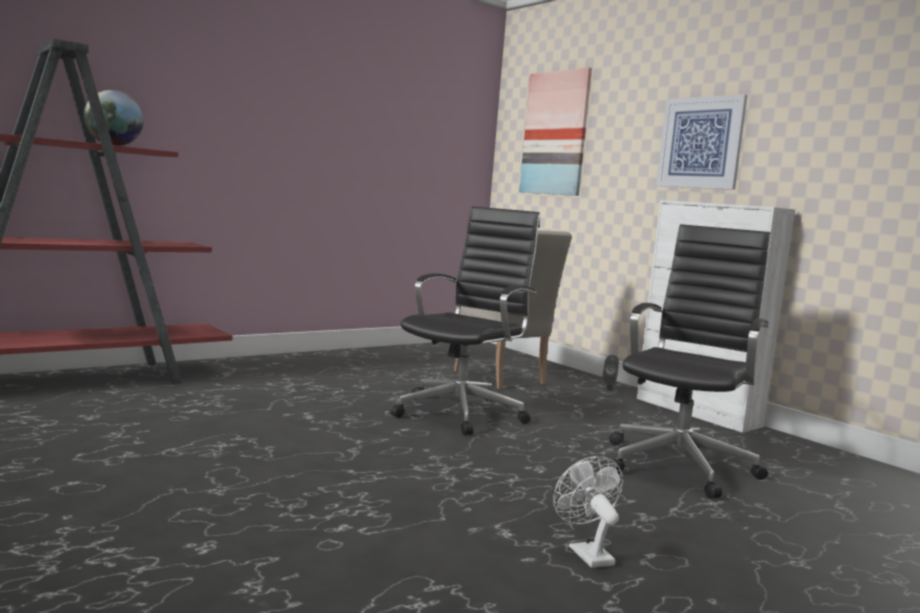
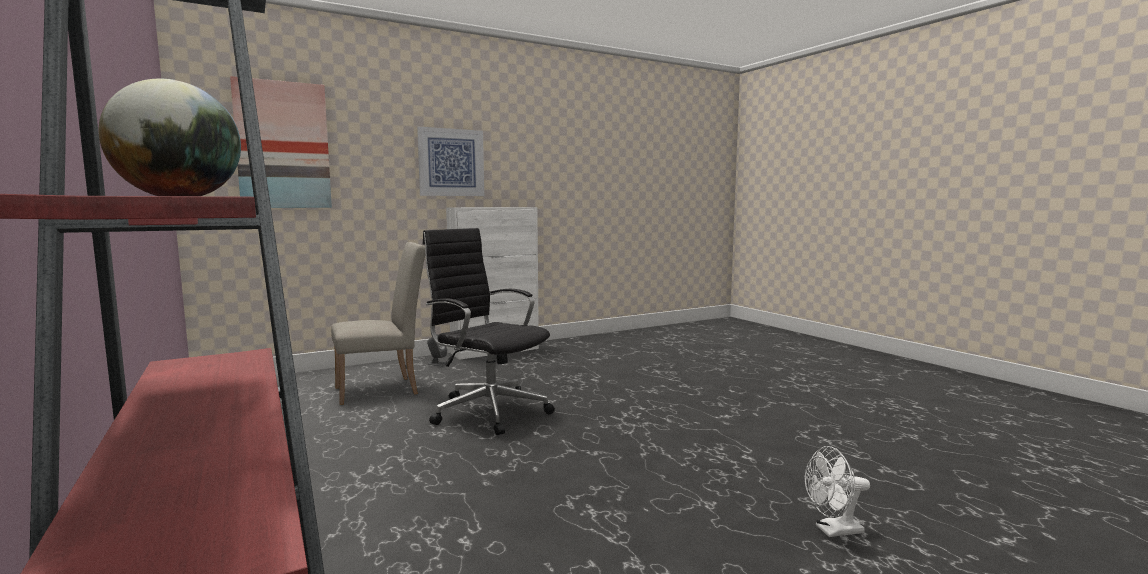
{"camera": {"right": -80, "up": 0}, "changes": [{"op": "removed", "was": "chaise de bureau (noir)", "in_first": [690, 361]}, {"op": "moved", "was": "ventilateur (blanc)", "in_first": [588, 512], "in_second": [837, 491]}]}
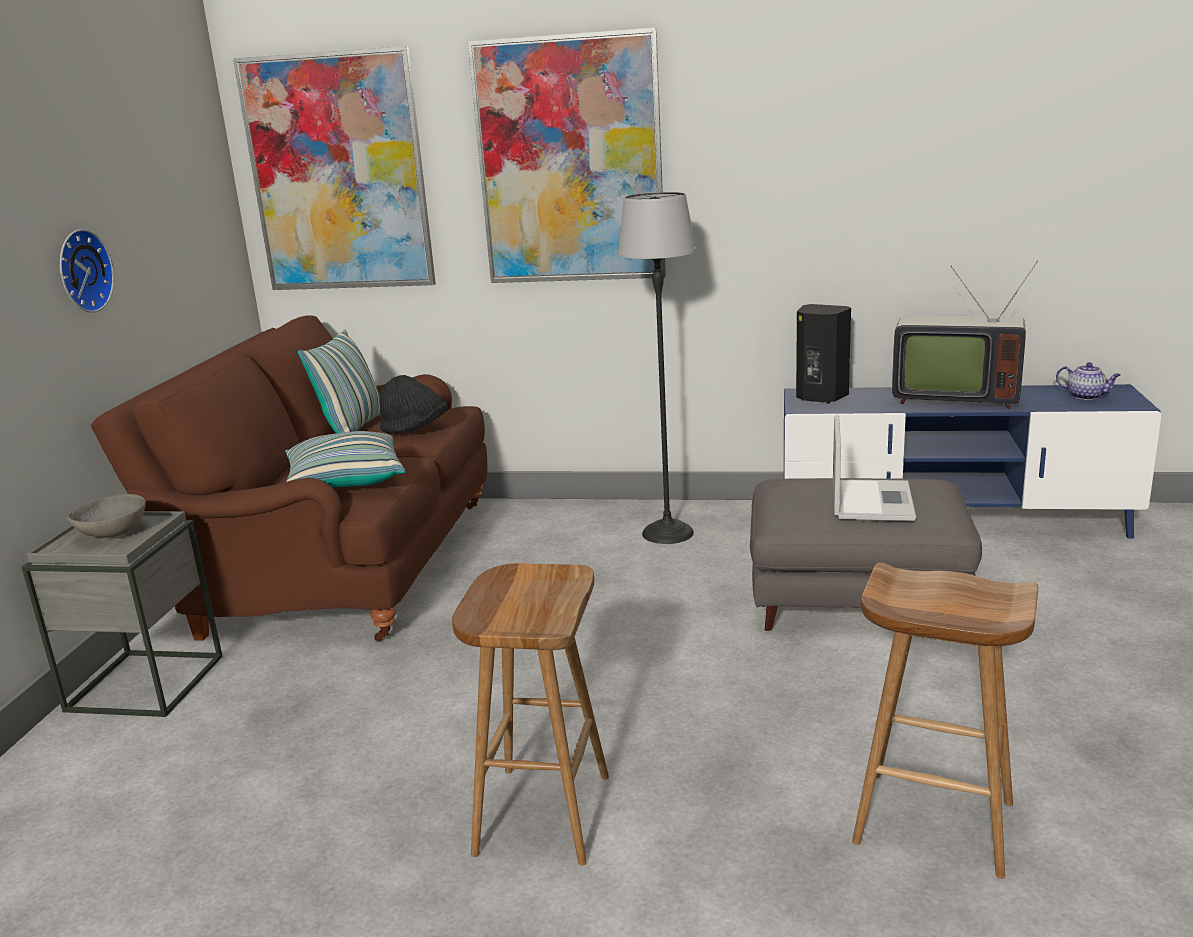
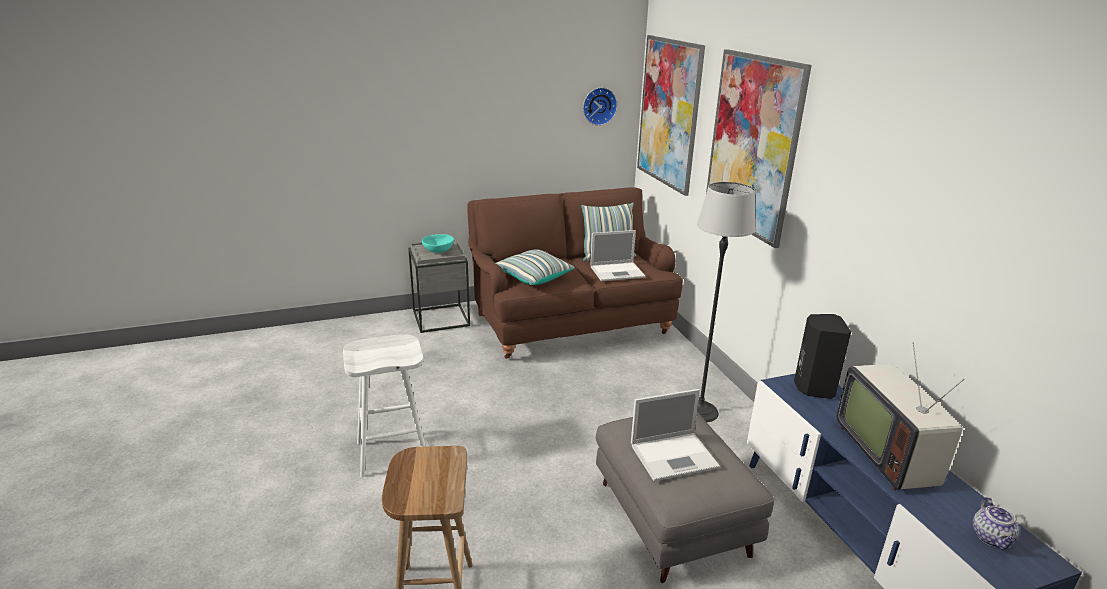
{"camera": {"right": 60, "up": 5}, "changes": [{"op": "moved", "was": "horloge murale", "in_first": [87, 271], "in_second": [600, 106]}, {"op": "replaced", "was": "chapeau (noir)", "now": "ordinateur portable", "in_first": [413, 404], "in_second": [618, 255]}, {"op": "recoloured", "was": "bol (gris)", "now": "bol (turquoise)", "in_first": [106, 516], "in_second": [438, 243]}, {"op": "recoloured", "was": "tabouret (marron)", "now": "tabouret (blanc)", "in_first": [530, 714], "in_second": [384, 405]}]}
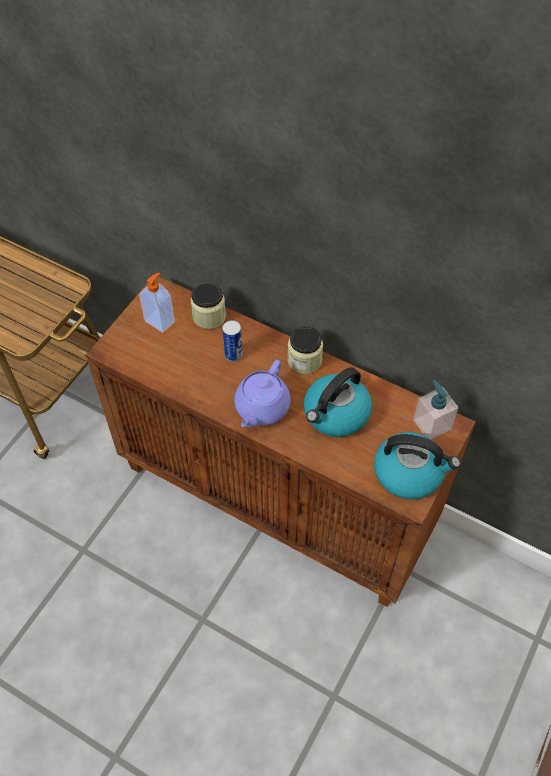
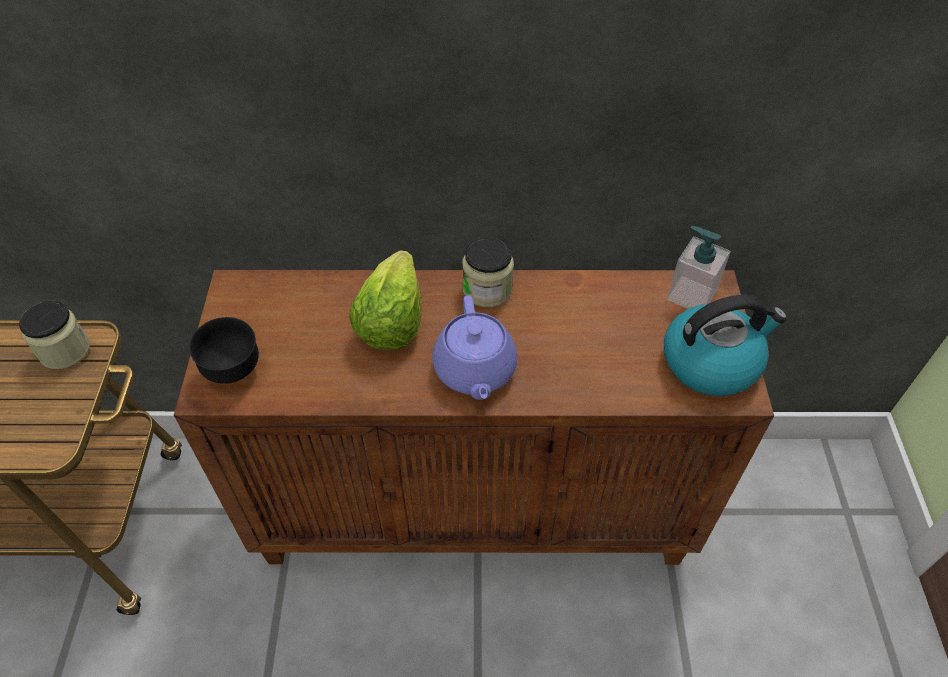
{"camera": {"right": -30, "up": -5}, "changes": [{"op": "removed", "was": "distributeur de savon", "in_first": [157, 303]}, {"op": "removed", "was": "bouilloire", "in_first": [338, 402]}, {"op": "added", "now": "bol (noir)", "in_second": [224, 350]}, {"op": "moved", "was": "bocal", "in_first": [208, 306], "in_second": [54, 335]}, {"op": "replaced", "was": "boîte métallique", "now": "laitue", "in_first": [232, 341], "in_second": [385, 300]}]}
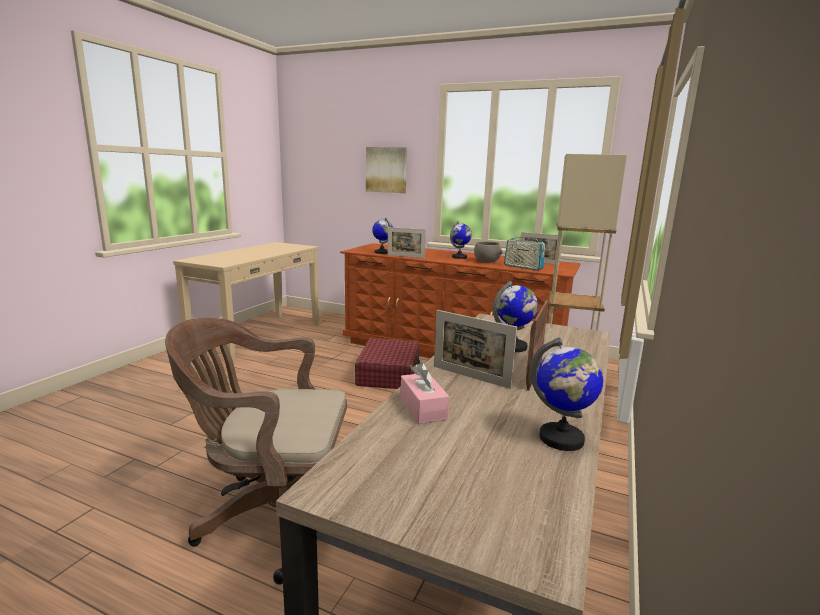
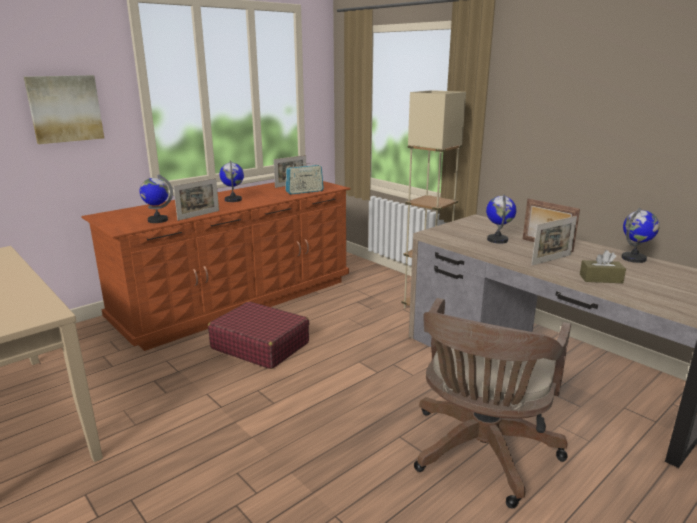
{"camera": {"right": -65, "up": 5}, "changes": [{"op": "removed", "was": "bol (gris)", "in_first": [488, 252]}, {"op": "recoloured", "was": "boîte à mouchoirs (rose)", "now": "boîte à mouchoirs (marron)", "in_first": [425, 393], "in_second": [603, 266]}]}
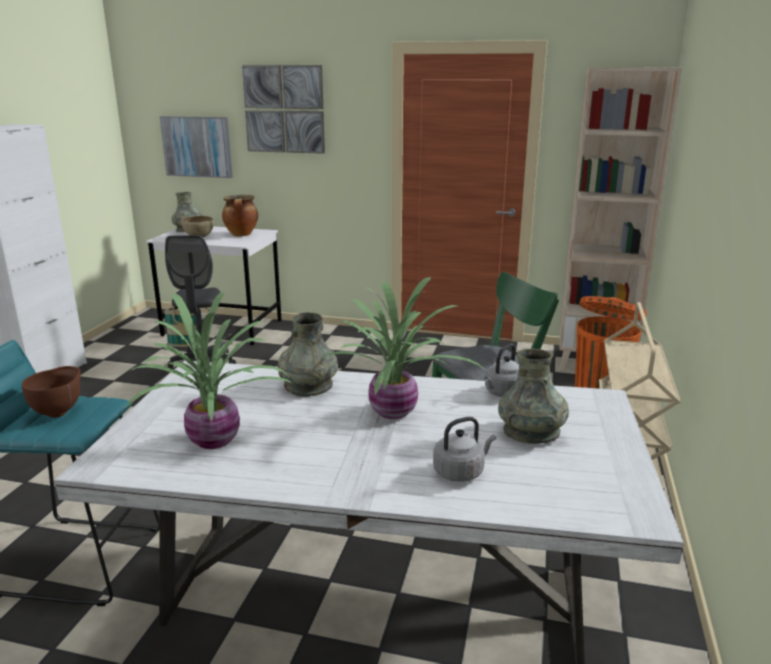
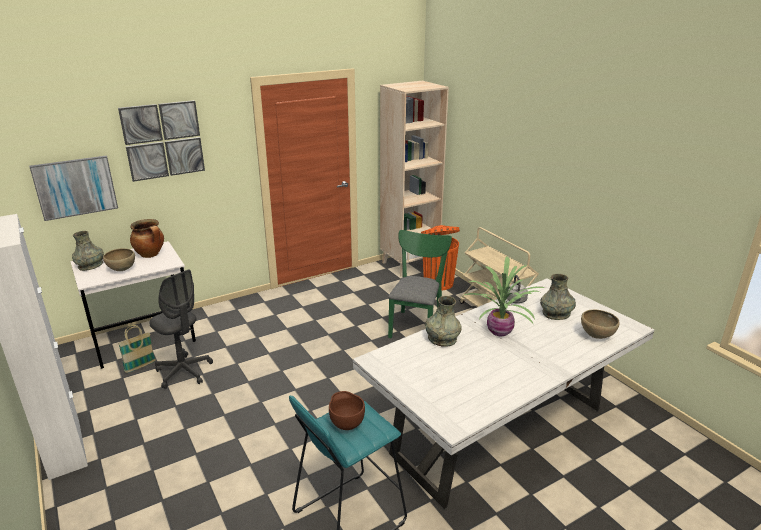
{"camera": {"right": -45, "up": 5}, "changes": [{"op": "removed", "was": "plante en pot", "in_first": [208, 370]}, {"op": "removed", "was": "bouilloire (gris)", "in_first": [464, 449]}, {"op": "added", "now": "bol (marron)", "in_second": [600, 324]}]}
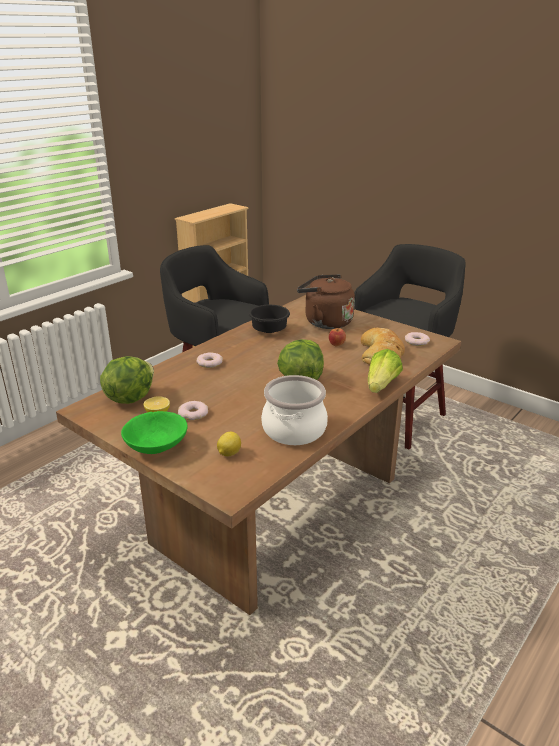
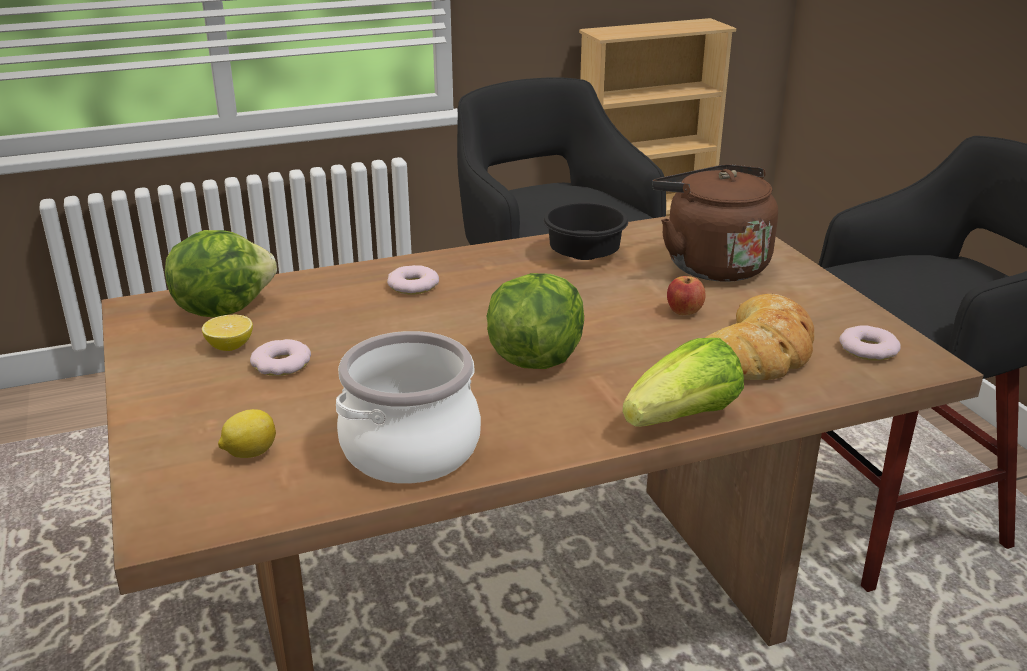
{"camera": {"right": 30, "up": 0}, "changes": [{"op": "removed", "was": "bol (vert)", "in_first": [154, 432]}]}
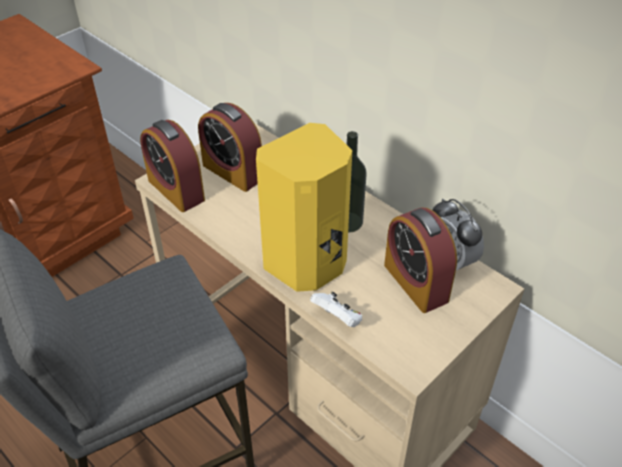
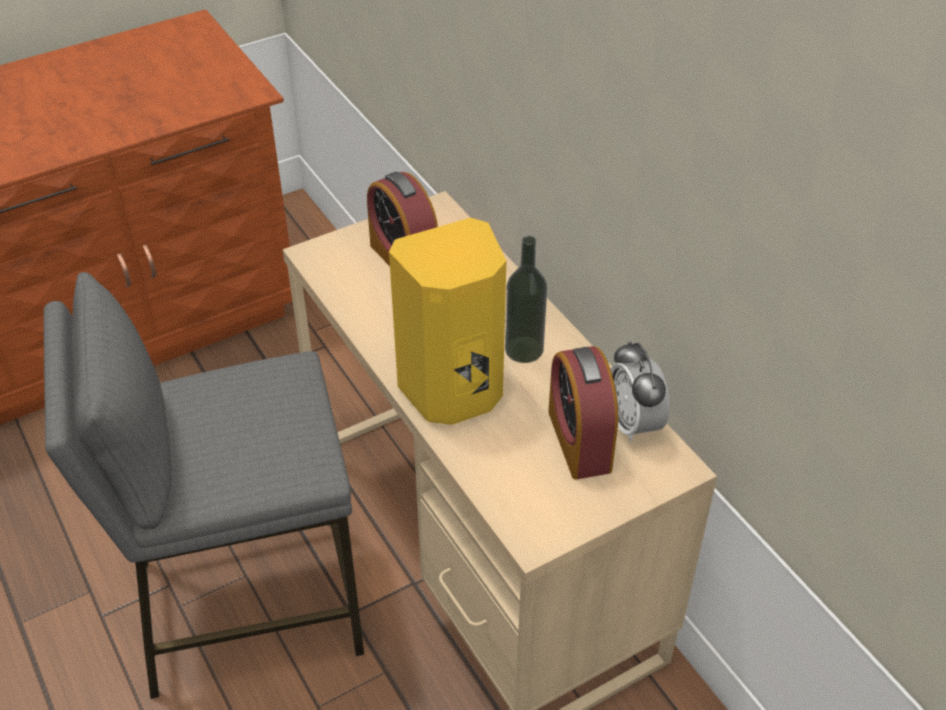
{"camera": {"right": 15, "up": 0}, "changes": [{"op": "removed", "was": "réveil", "in_first": [172, 166]}, {"op": "removed", "was": "manette (blanc)", "in_first": [336, 309]}]}
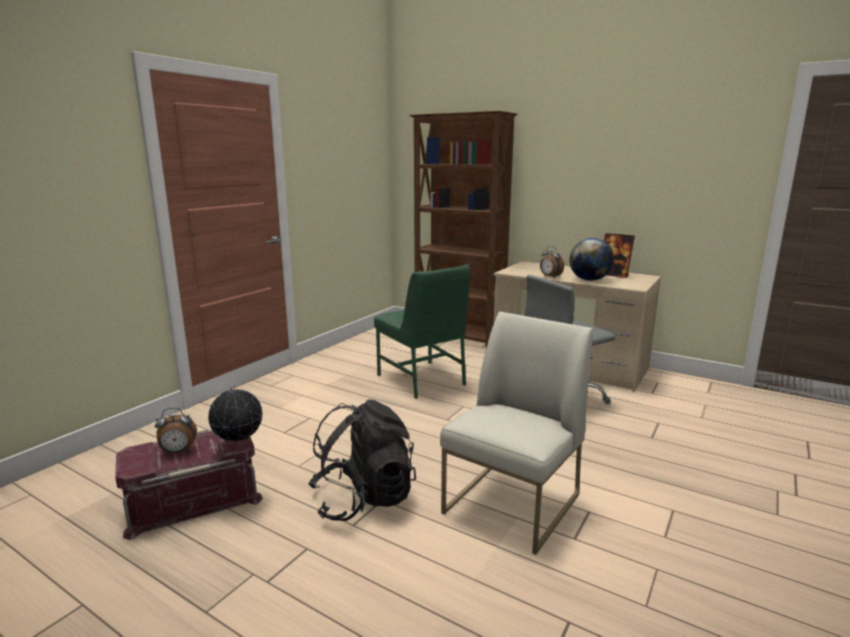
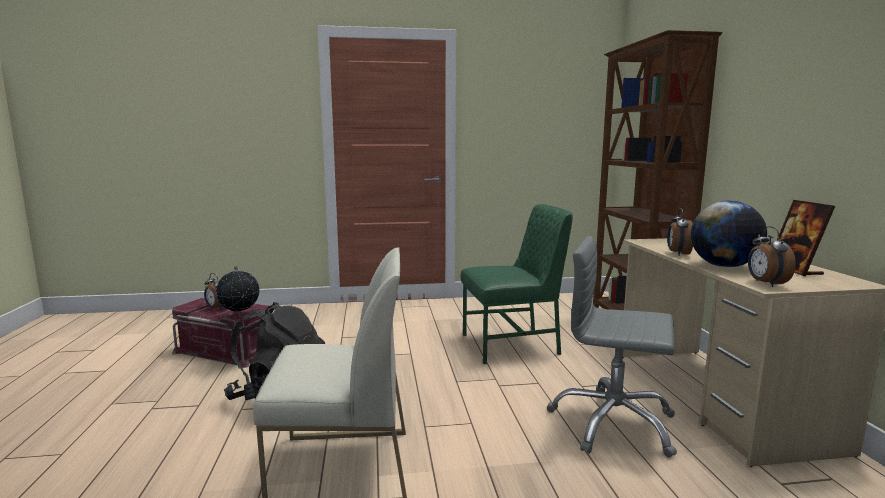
{"camera": {"right": 50, "up": -5}, "changes": [{"op": "added", "now": "réveil", "in_second": [772, 256]}, {"op": "turned", "was": "chaise (vert)", "in_first": [422, 331], "in_second": [517, 284], "clockwise": -120}]}
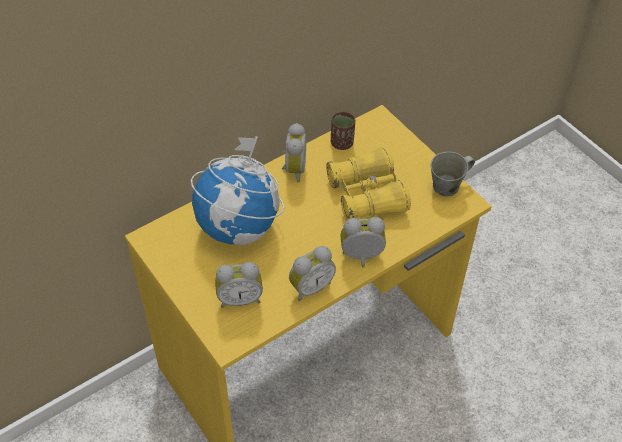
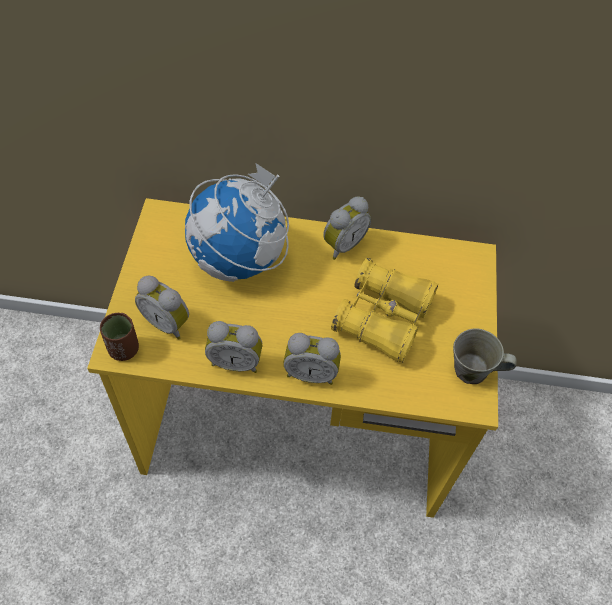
{"camera": {"right": 40, "up": 5}, "changes": [{"op": "moved", "was": "tasse (marron)", "in_first": [343, 131], "in_second": [119, 337]}, {"op": "turned", "was": "réveil", "in_first": [363, 242], "in_second": [312, 359], "clockwise": 150}]}
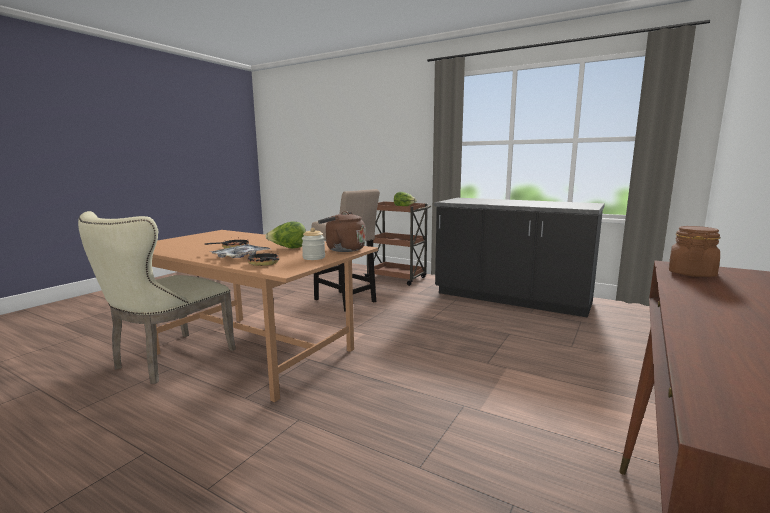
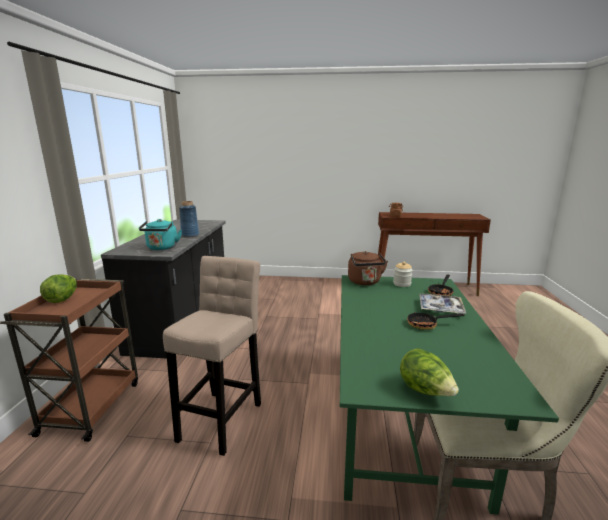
{"camera": {"right": -115, "up": 5}, "changes": [{"op": "added", "now": "bouilloire (turquoise)", "in_second": [160, 234]}, {"op": "added", "now": "vase (bleu)", "in_second": [189, 219]}, {"op": "moved", "was": "laitue", "in_first": [285, 235], "in_second": [429, 372]}, {"op": "recoloured", "was": "table à manger (marron)", "now": "table à manger (vert)", "in_first": [265, 316], "in_second": [449, 395]}]}
